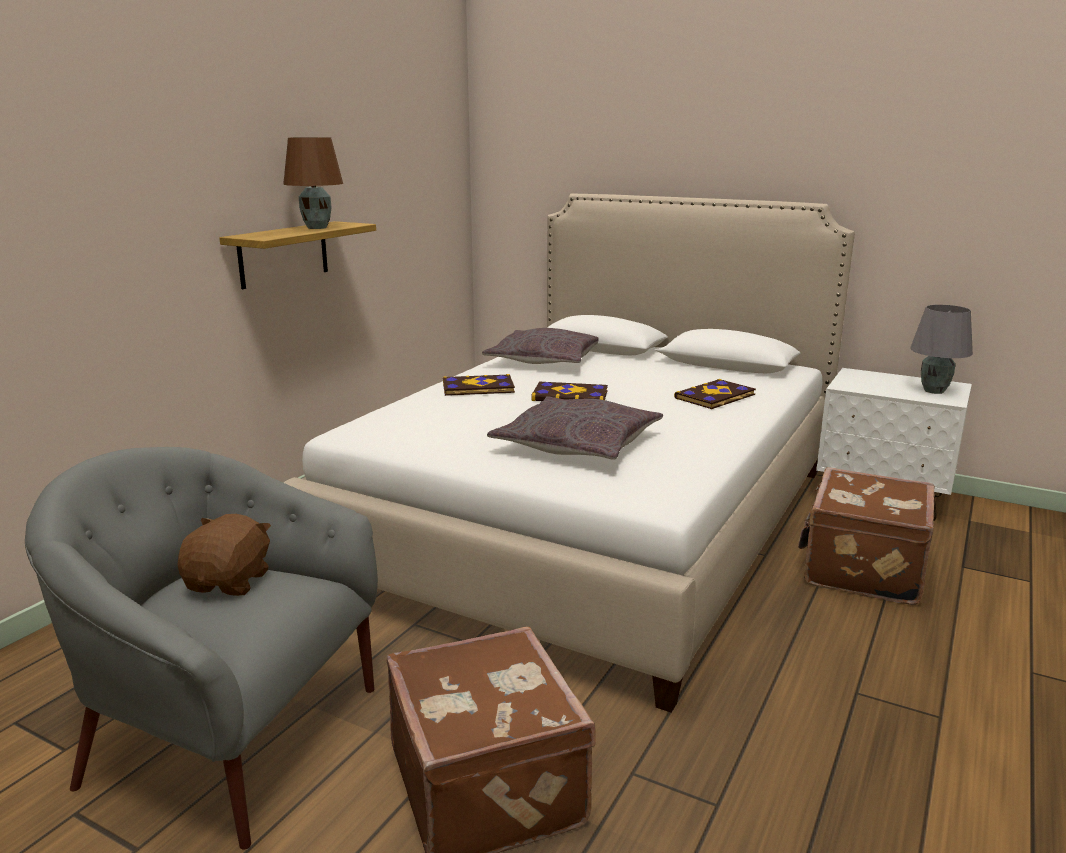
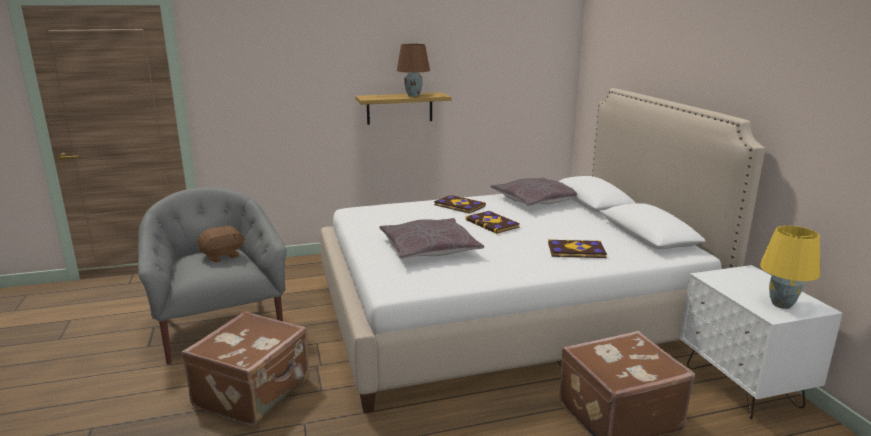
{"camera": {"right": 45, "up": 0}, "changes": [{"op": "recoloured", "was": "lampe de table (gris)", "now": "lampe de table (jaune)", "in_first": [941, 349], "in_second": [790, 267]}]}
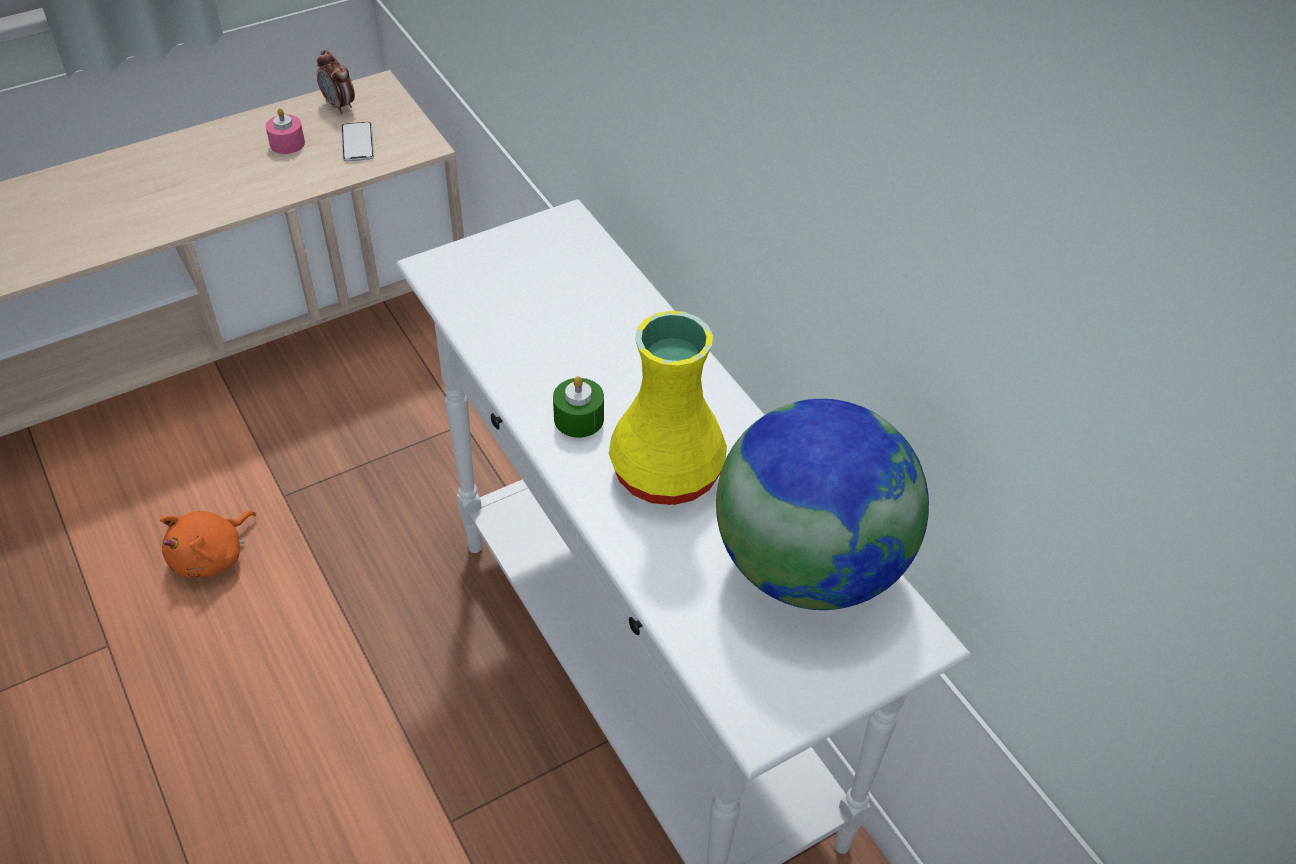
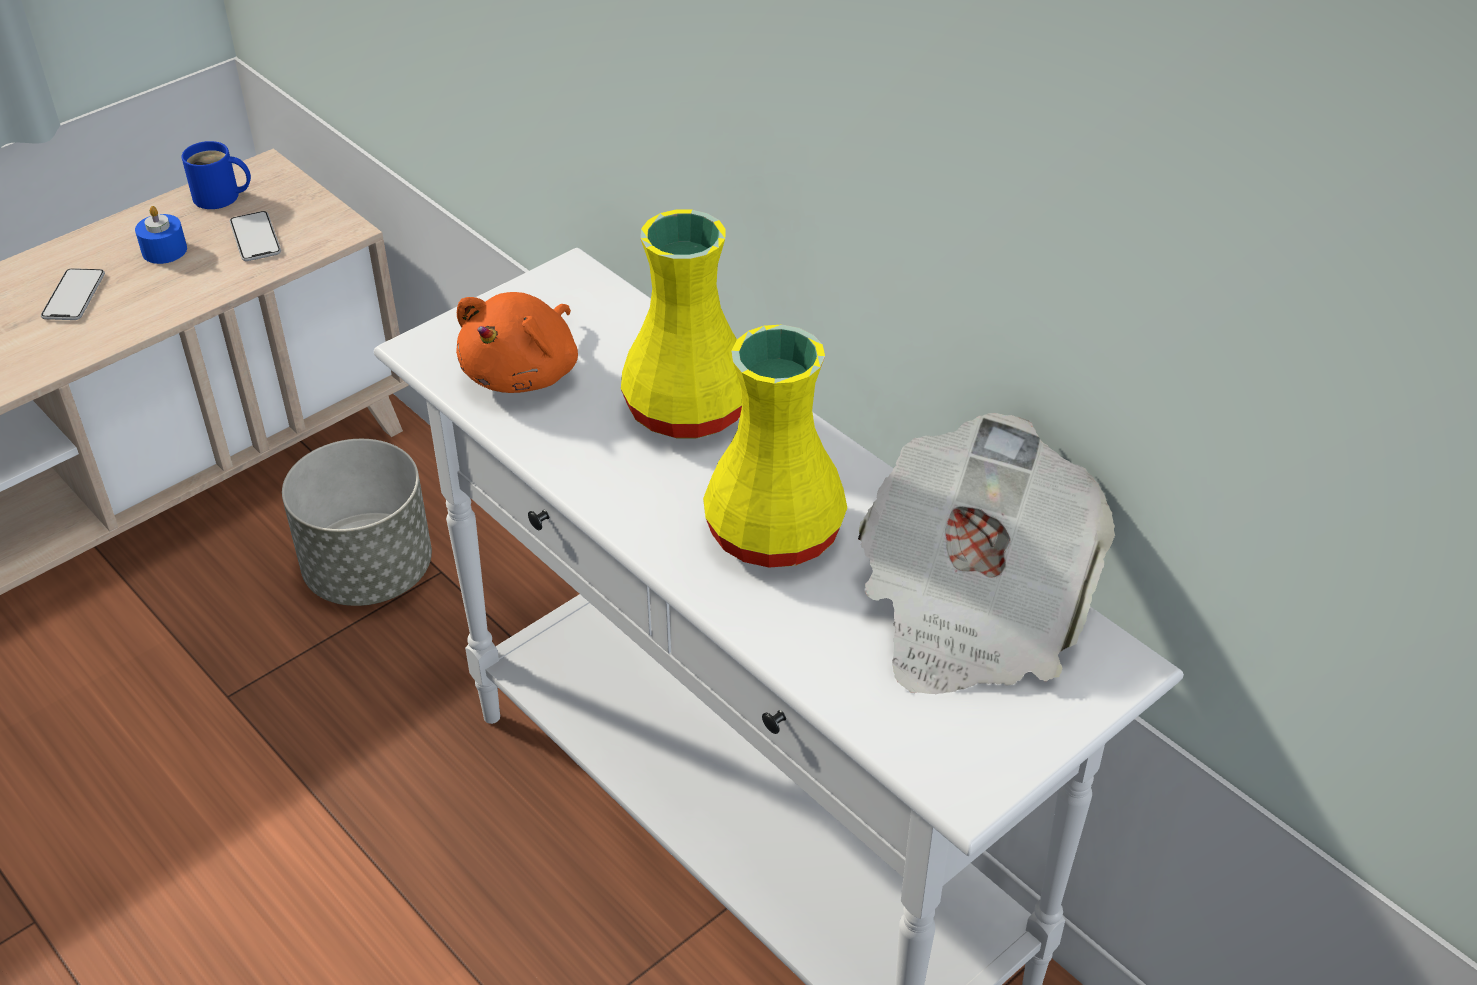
{"camera": {"right": -10, "up": -5}, "changes": [{"op": "removed", "was": "bougie (vert)", "in_first": [578, 407]}, {"op": "added", "now": "téléphone", "in_second": [73, 294]}, {"op": "added", "now": "cache-pot (gris)", "in_second": [357, 522]}, {"op": "added", "now": "vase (jaune)", "in_second": [681, 324]}, {"op": "moved", "was": "peluche (orange)", "in_first": [208, 544], "in_second": [517, 342]}, {"op": "replaced", "was": "réveil", "now": "mug (bleu)", "in_first": [336, 82], "in_second": [216, 175]}, {"op": "replaced", "was": "globe", "now": "journal", "in_first": [822, 504], "in_second": [986, 553]}, {"op": "recoloured", "was": "bougie (rose)", "now": "bougie (bleu)", "in_first": [285, 131], "in_second": [161, 235]}]}
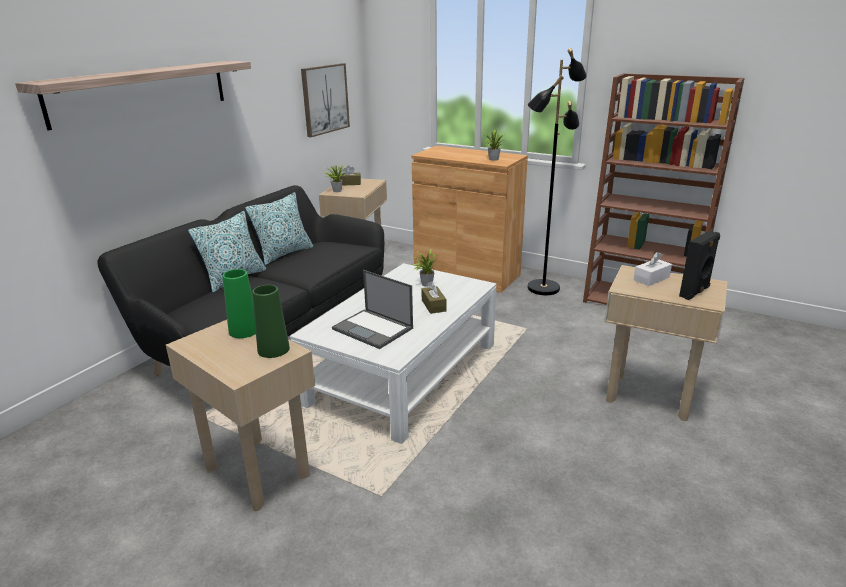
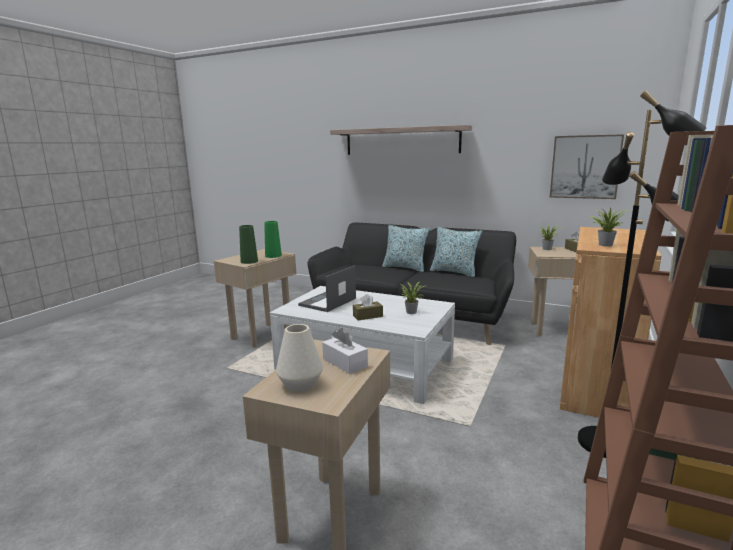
{"camera": {"right": 85, "up": -10}, "changes": [{"op": "replaced", "was": "enceinte (noir)", "now": "vase (blanc)", "in_first": [699, 265], "in_second": [299, 358]}]}
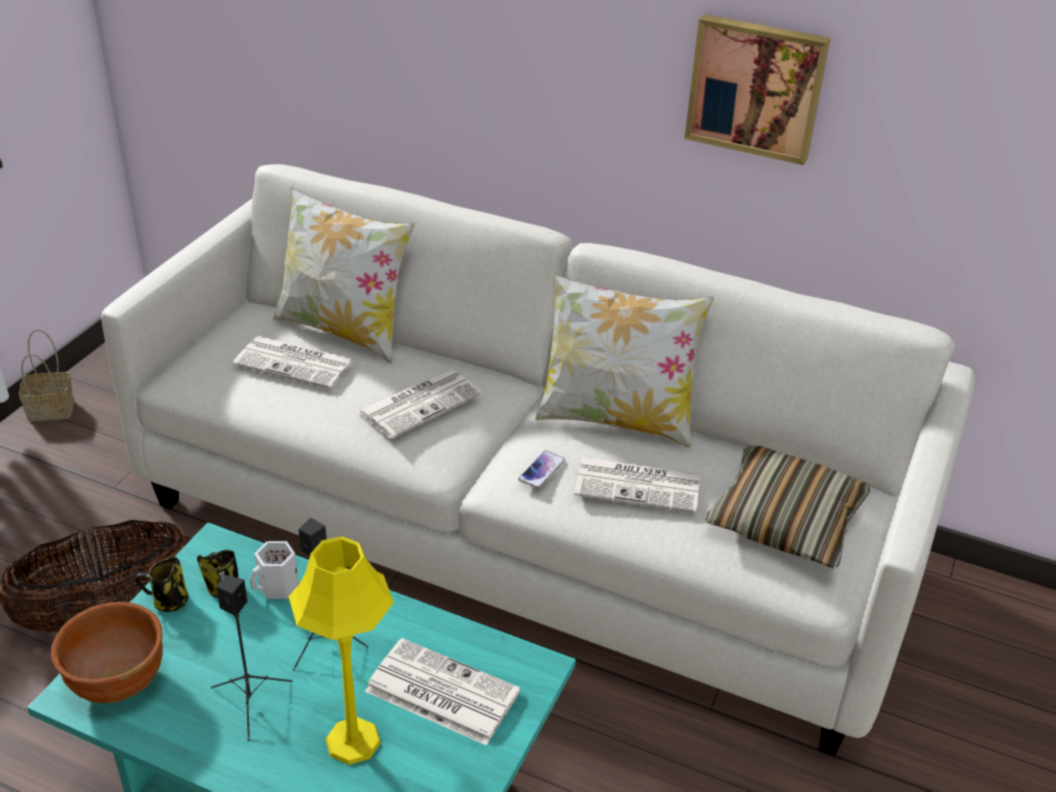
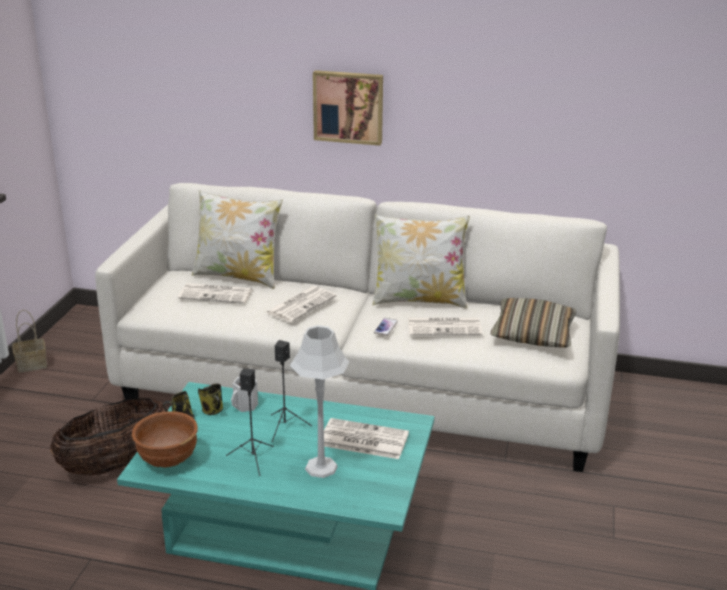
{"camera": {"right": -10, "up": -10}, "changes": [{"op": "moved", "was": "tableau", "in_first": [757, 89], "in_second": [348, 108]}, {"op": "recoloured", "was": "lampe de table (jaune)", "now": "lampe de table (gris)", "in_first": [341, 650], "in_second": [319, 401]}]}
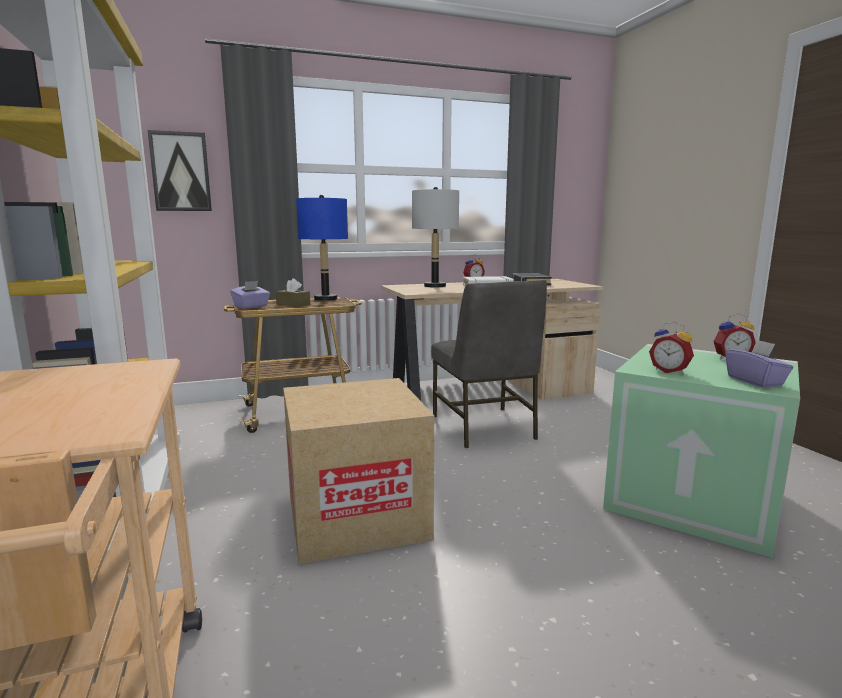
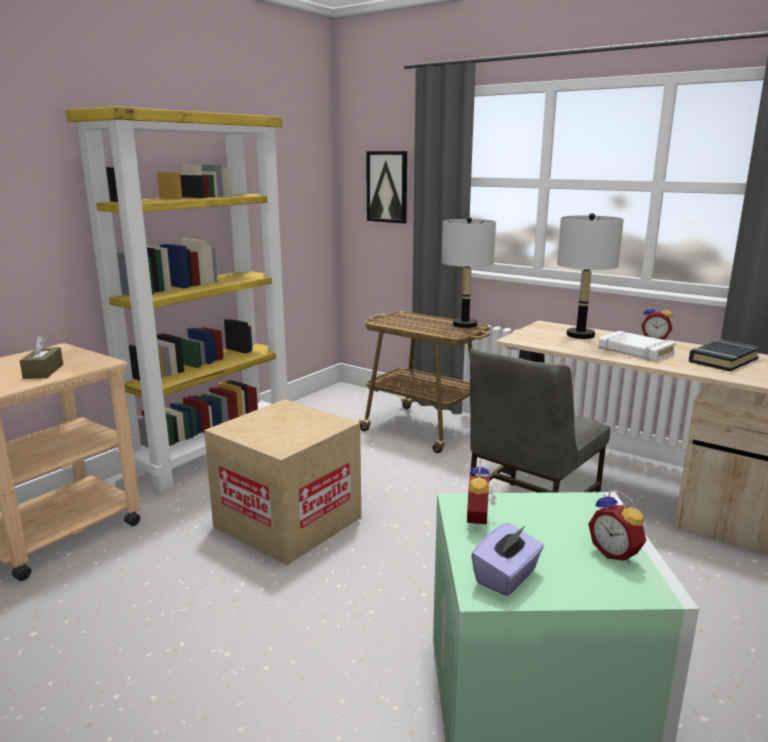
{"camera": {"right": 55, "up": 5}, "changes": [{"op": "removed", "was": "boîte à mouchoirs (violet)", "in_first": [250, 295]}, {"op": "moved", "was": "boîte à mouchoirs (marron)", "in_first": [293, 292], "in_second": [41, 357]}, {"op": "recoloured", "was": "lampe de table (bleu)", "now": "lampe de table (gris)", "in_first": [322, 248], "in_second": [469, 272]}]}
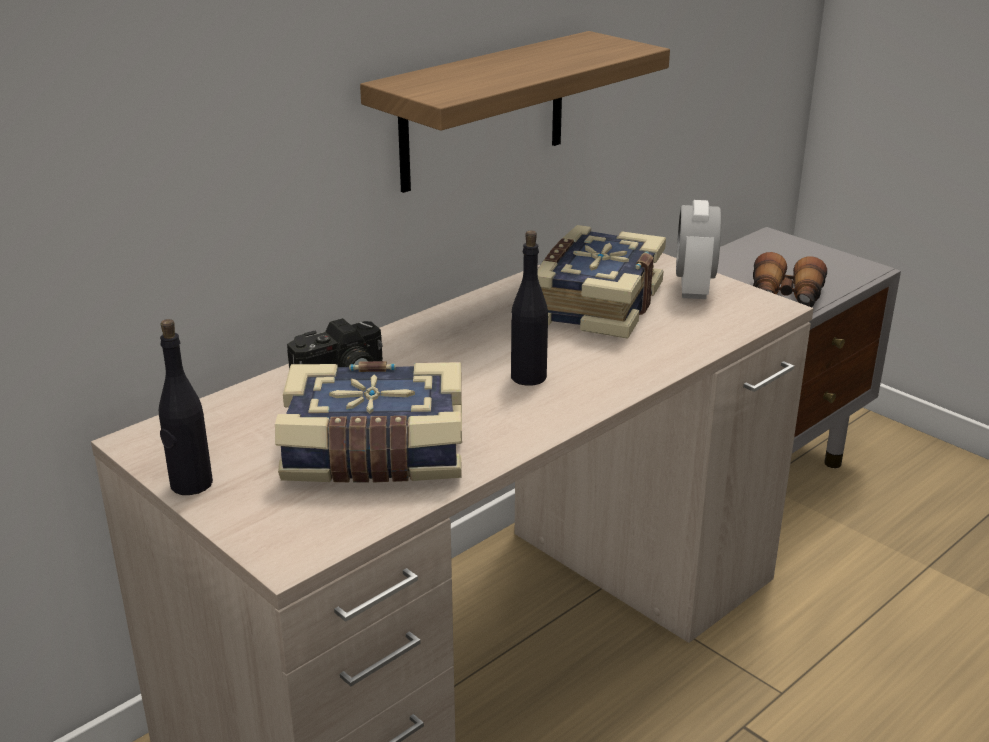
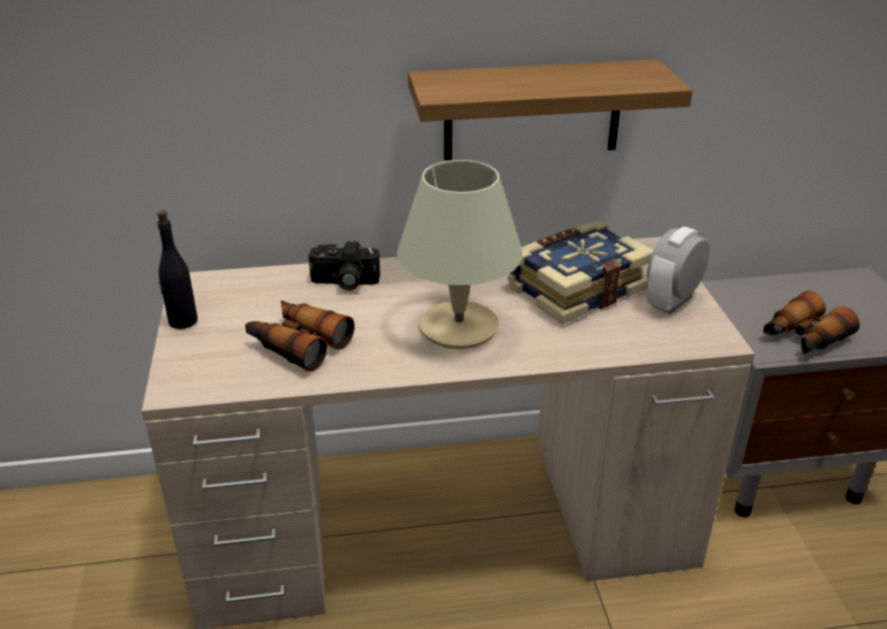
{"camera": {"right": 35, "up": 5}, "changes": [{"op": "replaced", "was": "livre", "now": "jumelles", "in_first": [368, 422], "in_second": [300, 336]}, {"op": "replaced", "was": "bouteille (noir)", "now": "lampe de table (beige)", "in_first": [529, 308], "in_second": [460, 254]}]}
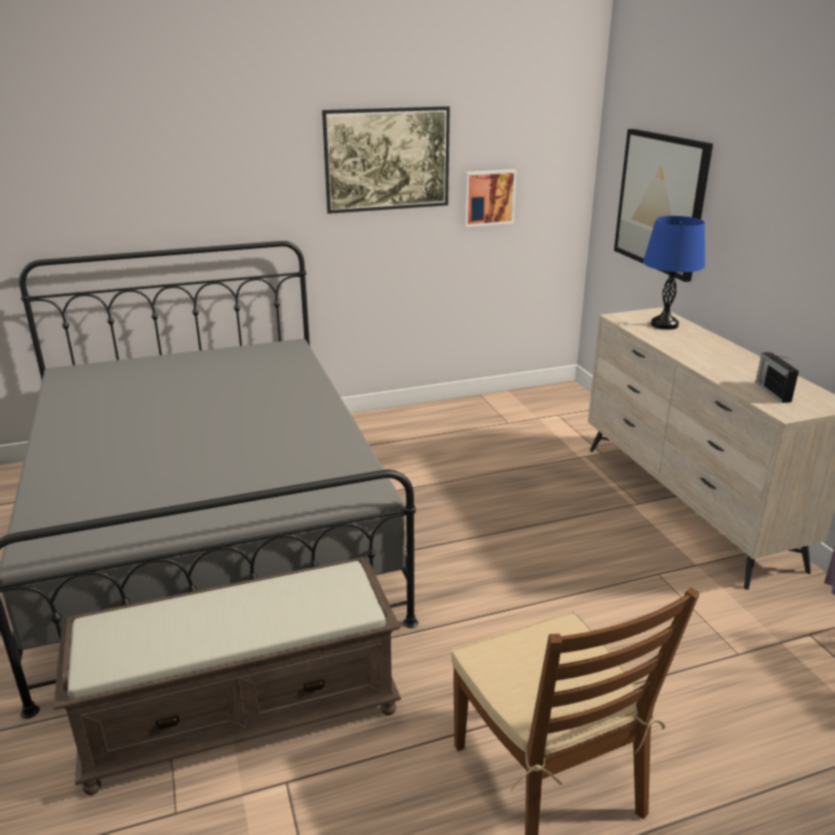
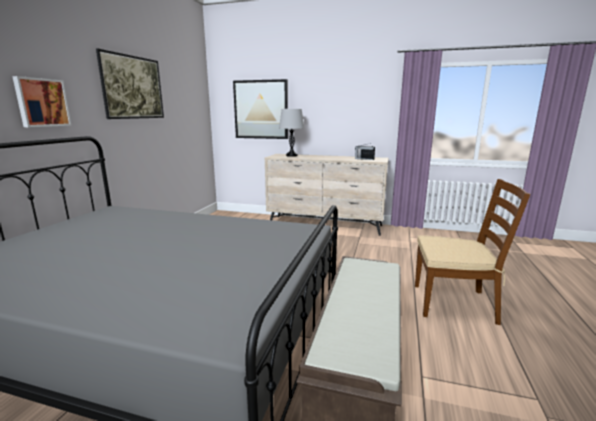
{"camera": {"right": -55, "up": -10}, "changes": [{"op": "moved", "was": "tableau", "in_first": [490, 198], "in_second": [42, 101]}, {"op": "recoloured", "was": "lampe de table (bleu)", "now": "lampe de table (gris)", "in_first": [674, 273], "in_second": [291, 133]}]}
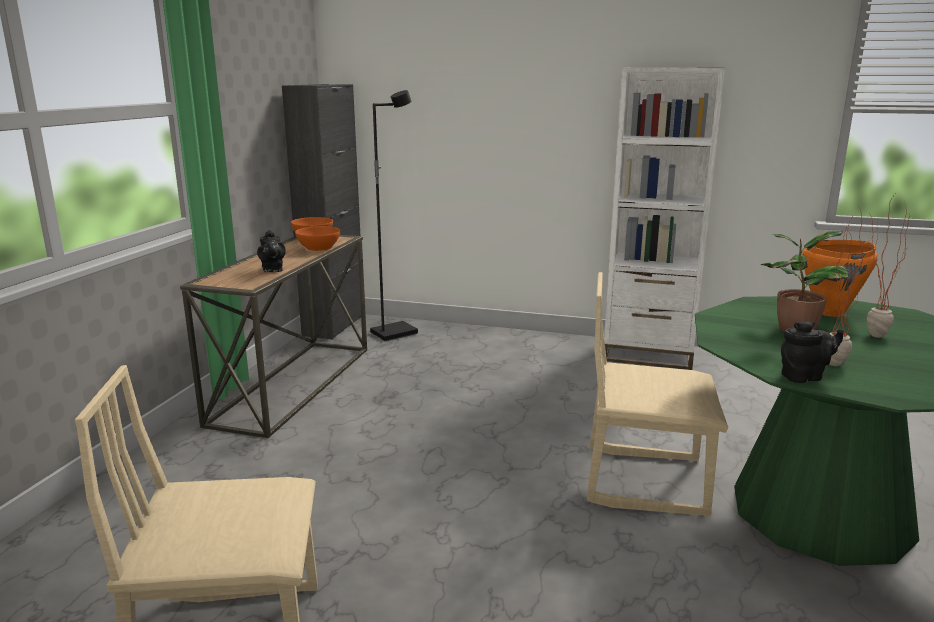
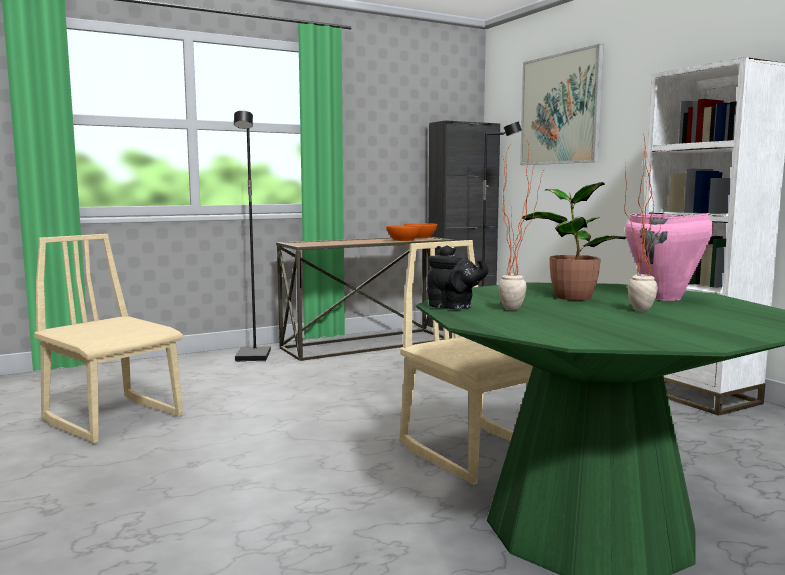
{"camera": {"right": 45, "up": -10}, "changes": [{"op": "removed", "was": "théière (noir)", "in_first": [271, 251]}, {"op": "added", "now": "lampadaire (noir)", "in_second": [252, 236]}, {"op": "added", "now": "tableau", "in_second": [562, 104]}, {"op": "recoloured", "was": "marmite (orange)", "now": "marmite (rose)", "in_first": [840, 278], "in_second": [669, 257]}]}
